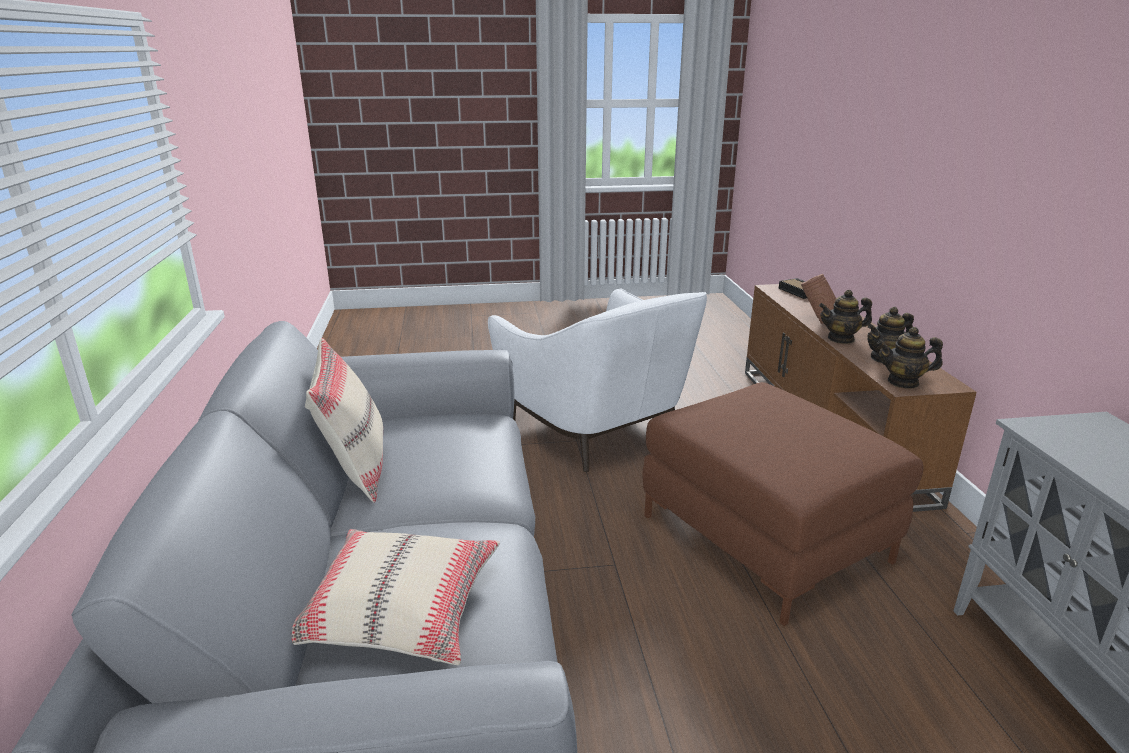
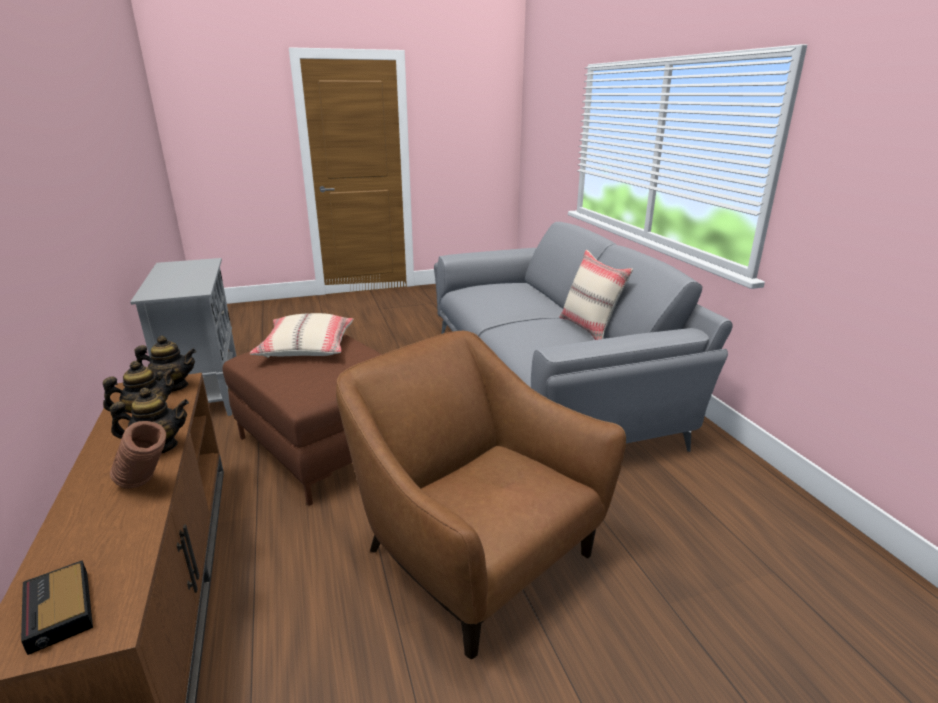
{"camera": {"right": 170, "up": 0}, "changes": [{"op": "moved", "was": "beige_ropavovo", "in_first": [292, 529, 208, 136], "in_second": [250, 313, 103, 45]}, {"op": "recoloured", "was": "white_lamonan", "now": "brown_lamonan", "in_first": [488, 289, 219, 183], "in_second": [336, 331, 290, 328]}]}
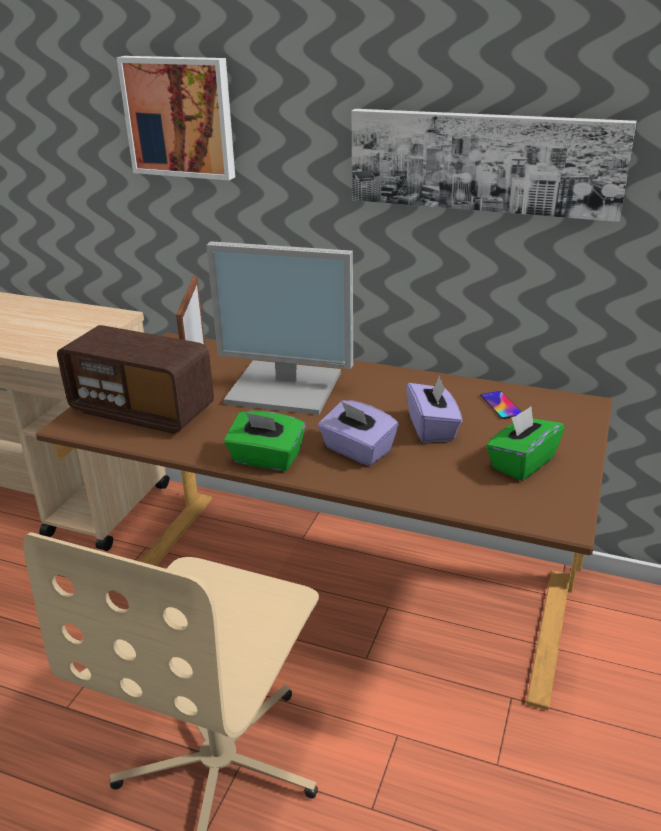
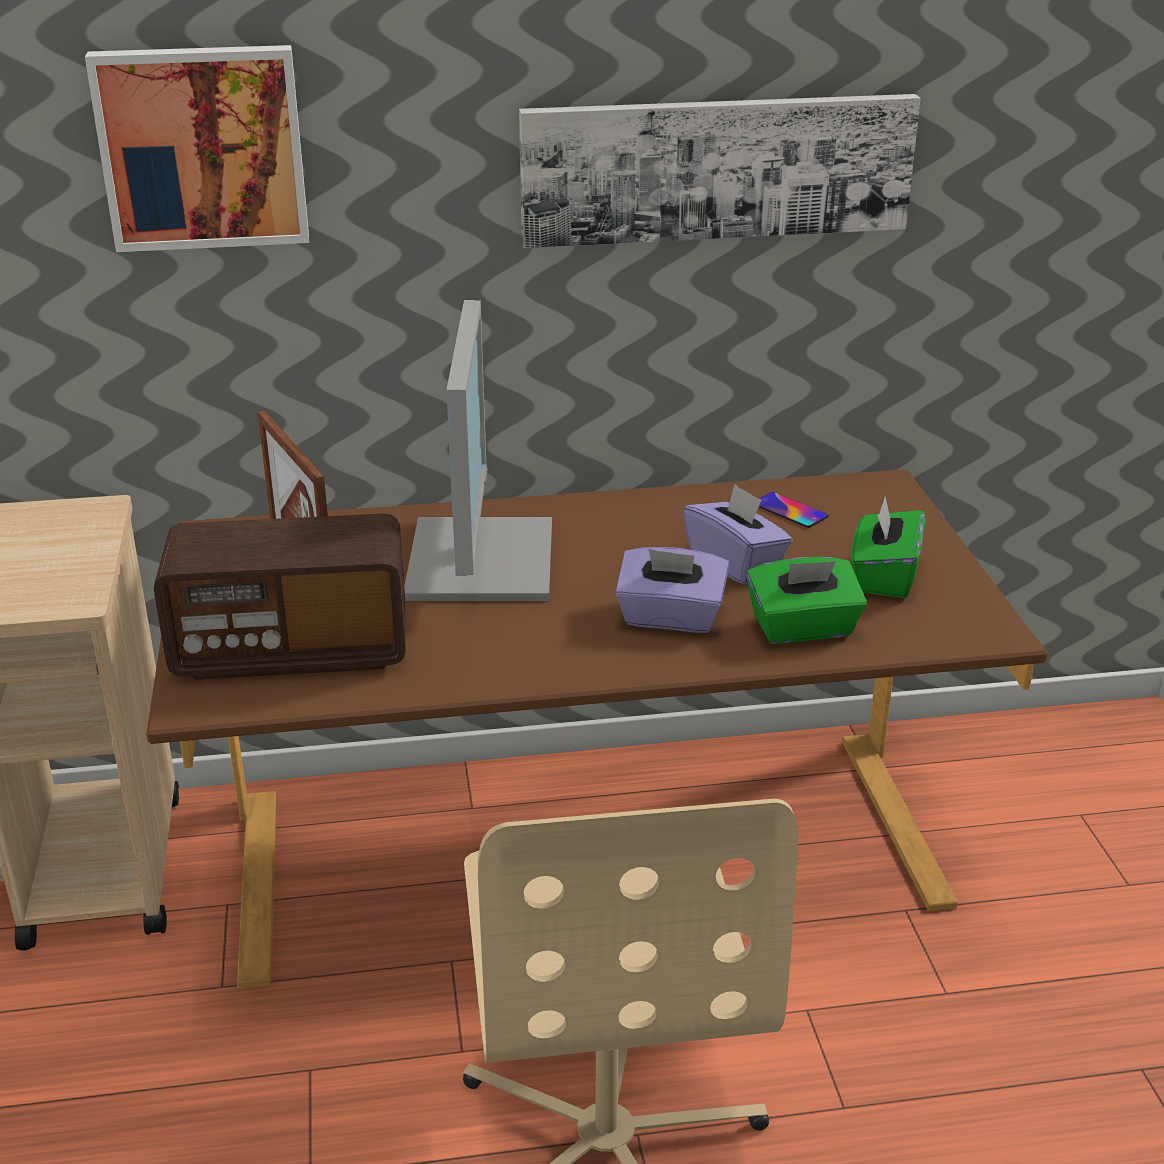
{"camera": {"right": -30, "up": 0}, "changes": [{"op": "turned", "was": "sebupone", "in_first": [206, 241, 147, 174], "in_second": [404, 300, 148, 301], "clockwise": -75}, {"op": "moved", "was": "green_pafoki", "in_first": [224, 411, 81, 60], "in_second": [746, 557, 121, 87]}]}
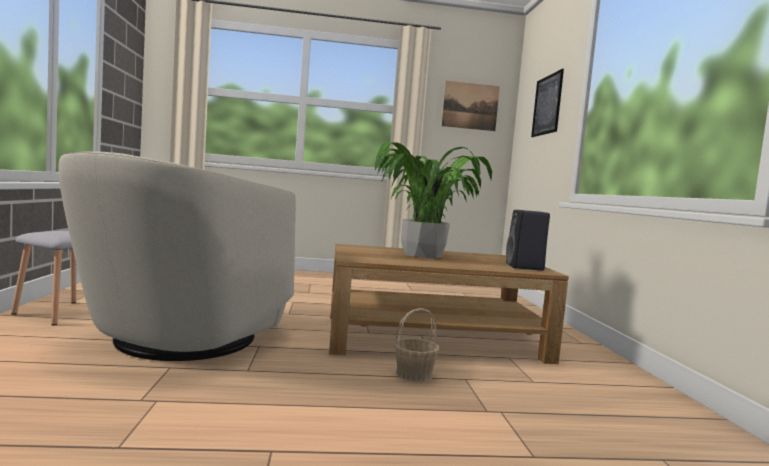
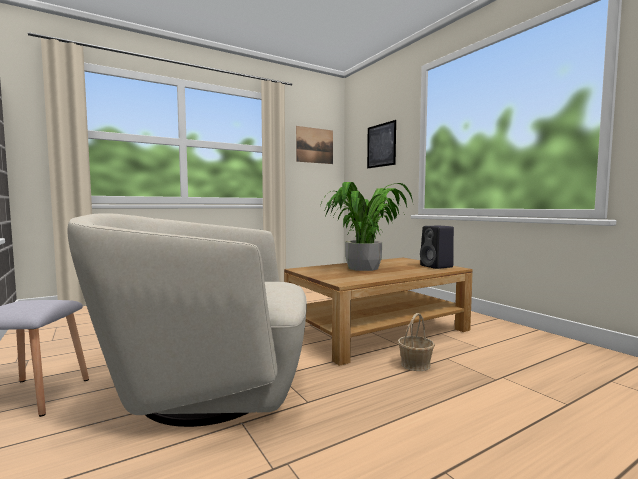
{"camera": {"right": -25, "up": 0}, "changes": [{"op": "turned", "was": "beige_lamonan", "in_first": [58, 151, 238, 210], "in_second": [68, 213, 239, 214], "clockwise": 90}]}
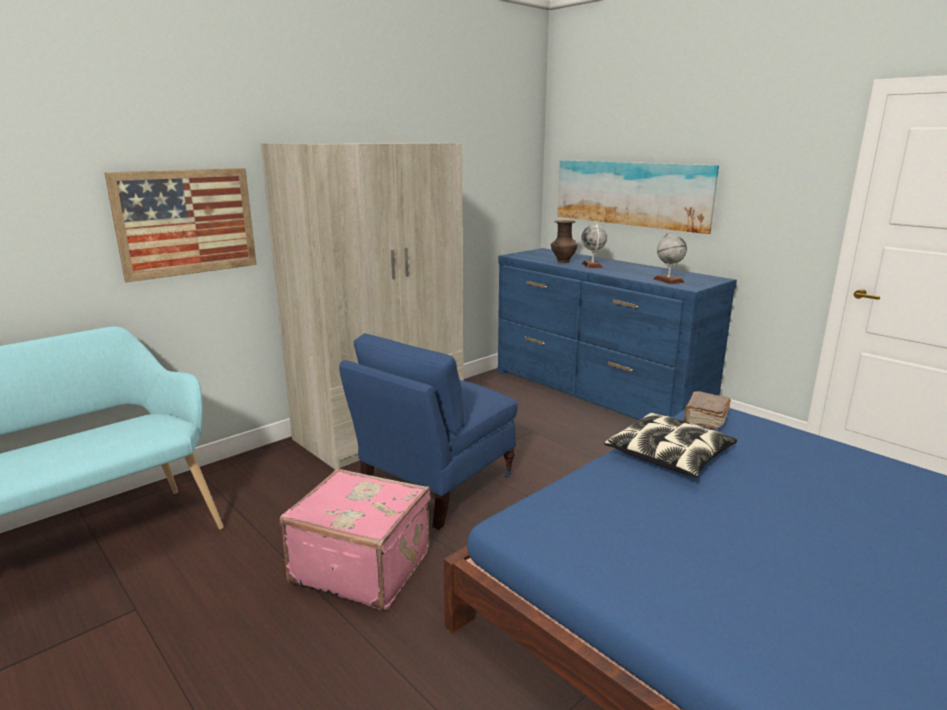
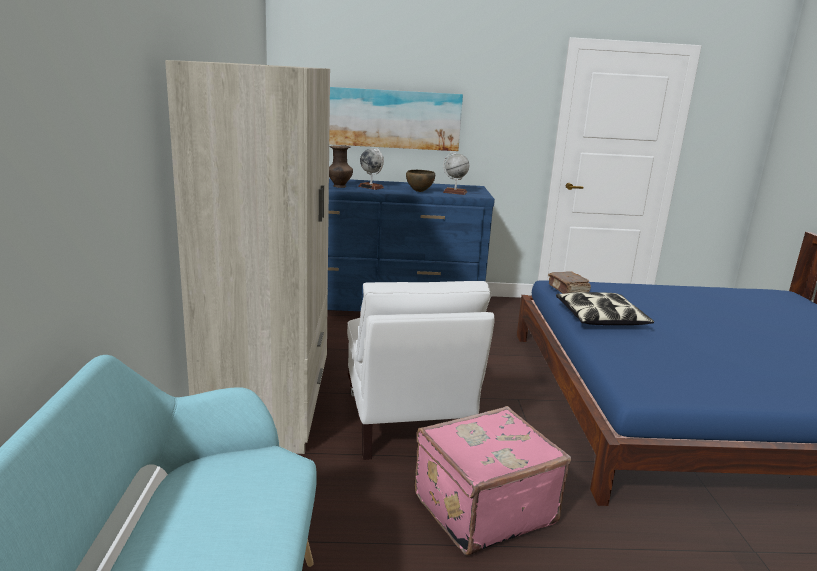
{"camera": {"right": -50, "up": 0}, "changes": [{"op": "removed", "was": "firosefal", "in_first": [104, 168, 153, 115]}, {"op": "recoloured", "was": "blue_lamonan", "now": "white_lamonan", "in_first": [339, 333, 179, 197], "in_second": [347, 281, 148, 179]}, {"op": "added", "now": "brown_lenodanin", "in_second": [406, 170, 29, 22]}]}
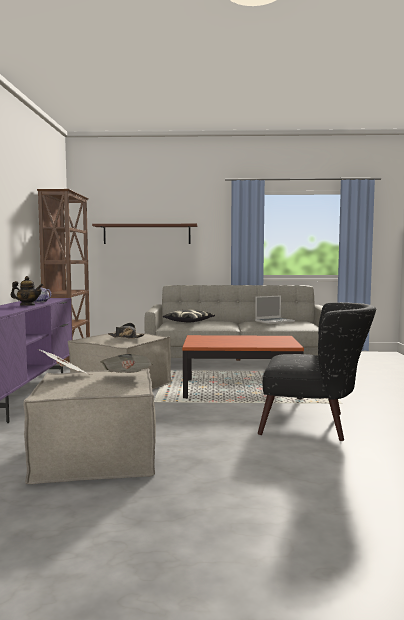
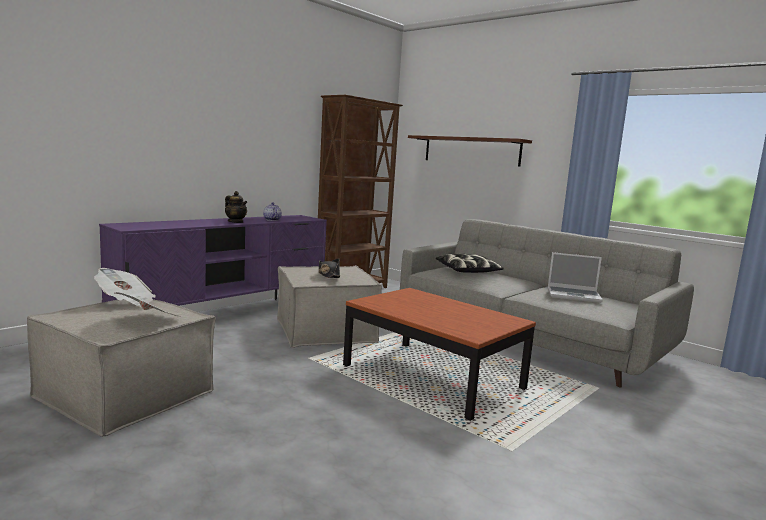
{"camera": {"right": 40, "up": 5}, "changes": [{"op": "removed", "was": "black_lamonan", "in_first": [258, 302, 118, 139]}]}
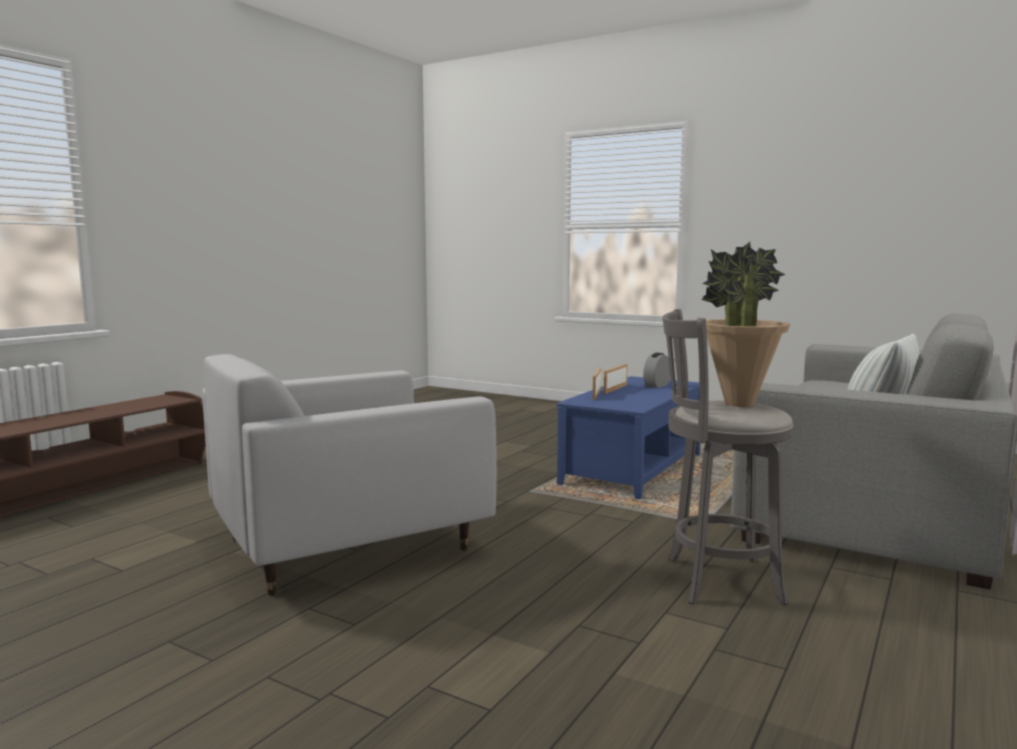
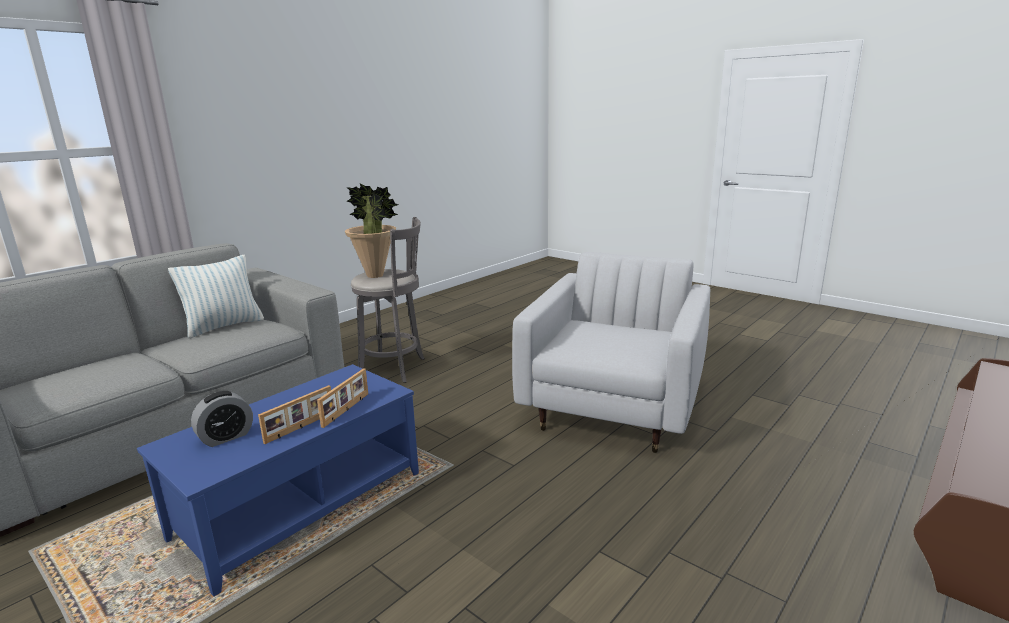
{"camera": {"right": -170, "up": 10}, "changes": [{"op": "turned", "was": "white_lamonan", "in_first": [202, 354, 295, 242], "in_second": [512, 252, 198, 201], "clockwise": -45}]}
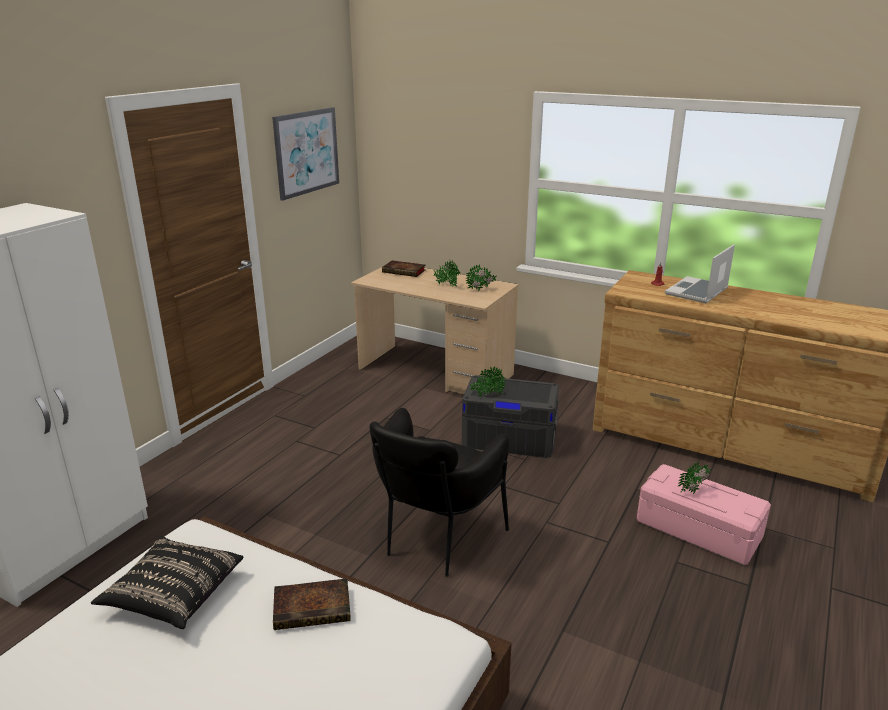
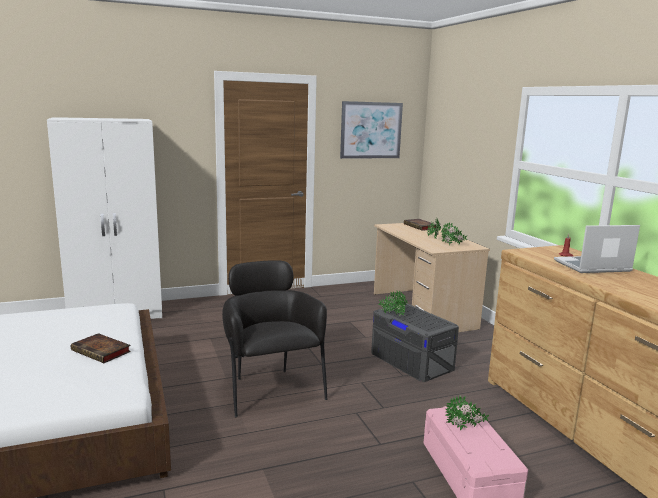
{"camera": {"right": 40, "up": -10}, "changes": [{"op": "removed", "was": "black_ropavovo", "in_first": [91, 536, 152, 93]}, {"op": "turned", "was": "black_lamonan", "in_first": [369, 408, 140, 169], "in_second": [222, 260, 105, 157], "clockwise": 90}]}
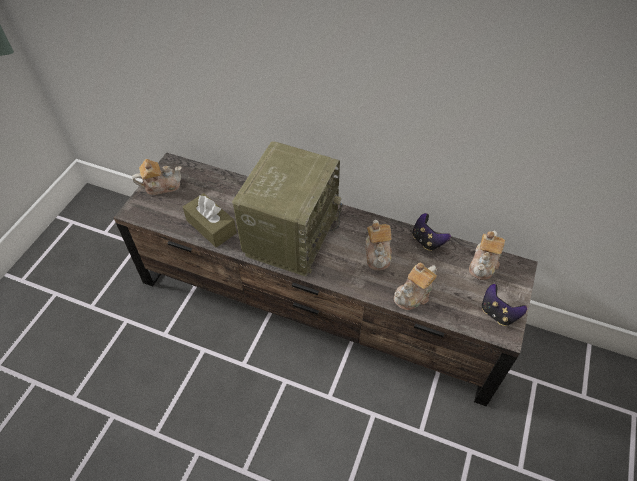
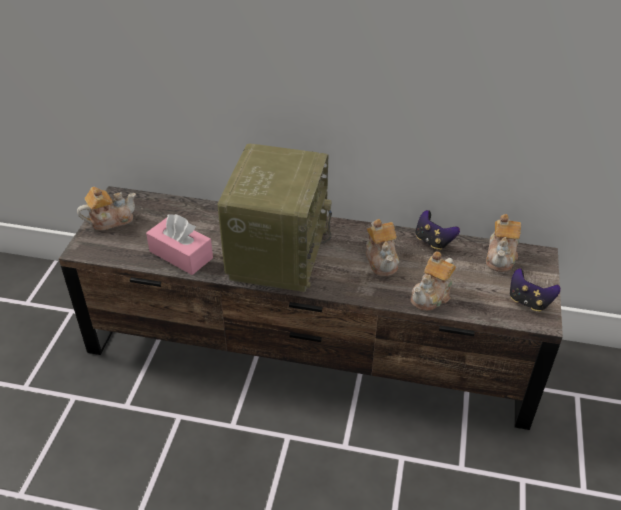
{"camera": {"right": -10, "up": -10}, "changes": [{"op": "recoloured", "was": "brown_pafoki", "now": "pink_pafoki", "in_first": [183, 193, 54, 55], "in_second": [146, 214, 67, 61]}]}
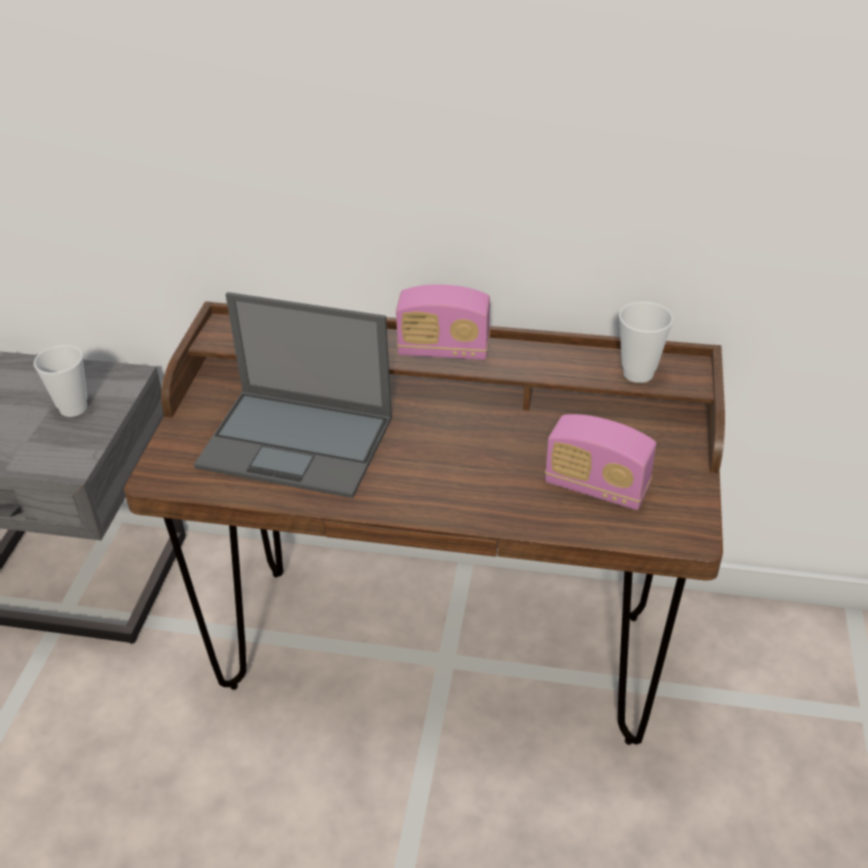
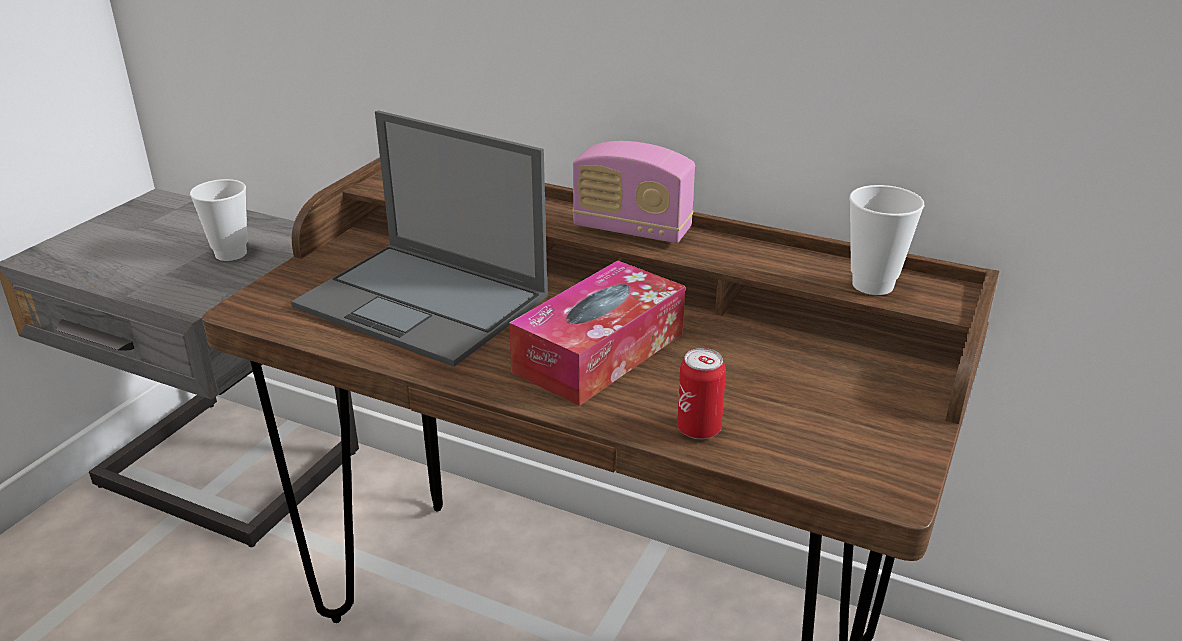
{"camera": {"right": 15, "up": -10}, "changes": [{"op": "removed", "was": "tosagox", "in_first": [545, 414, 111, 96]}, {"op": "added", "now": "pafoki", "in_second": [509, 261, 176, 145]}, {"op": "added", "now": "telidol", "in_second": [677, 348, 49, 91]}]}
